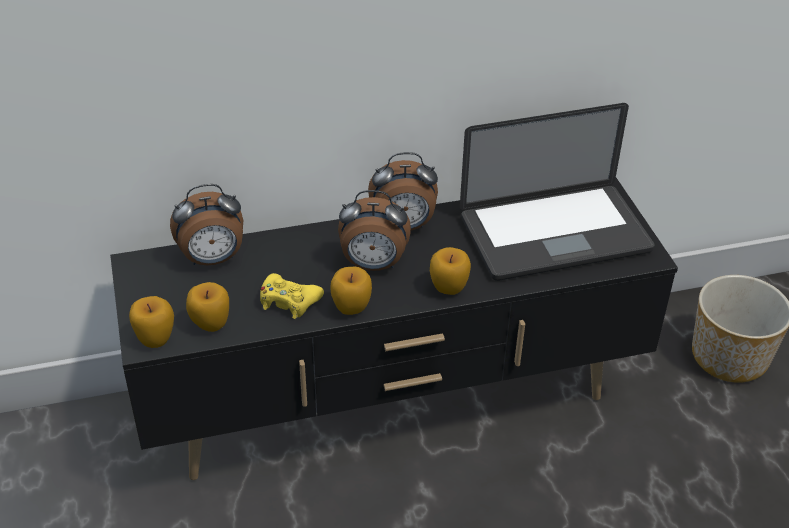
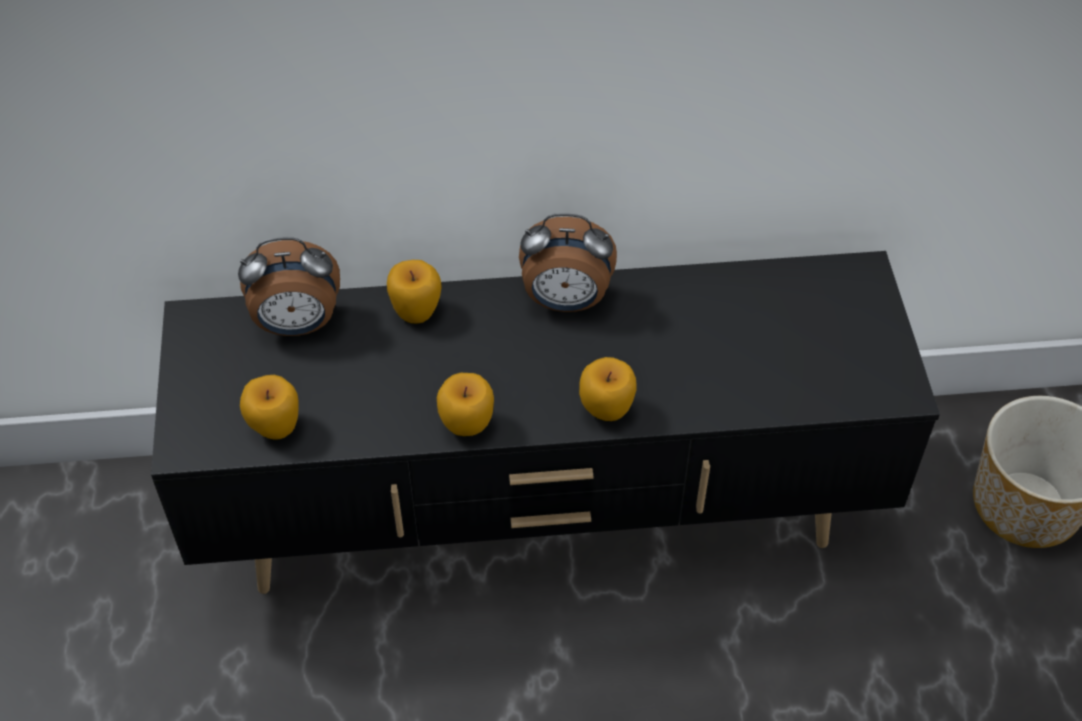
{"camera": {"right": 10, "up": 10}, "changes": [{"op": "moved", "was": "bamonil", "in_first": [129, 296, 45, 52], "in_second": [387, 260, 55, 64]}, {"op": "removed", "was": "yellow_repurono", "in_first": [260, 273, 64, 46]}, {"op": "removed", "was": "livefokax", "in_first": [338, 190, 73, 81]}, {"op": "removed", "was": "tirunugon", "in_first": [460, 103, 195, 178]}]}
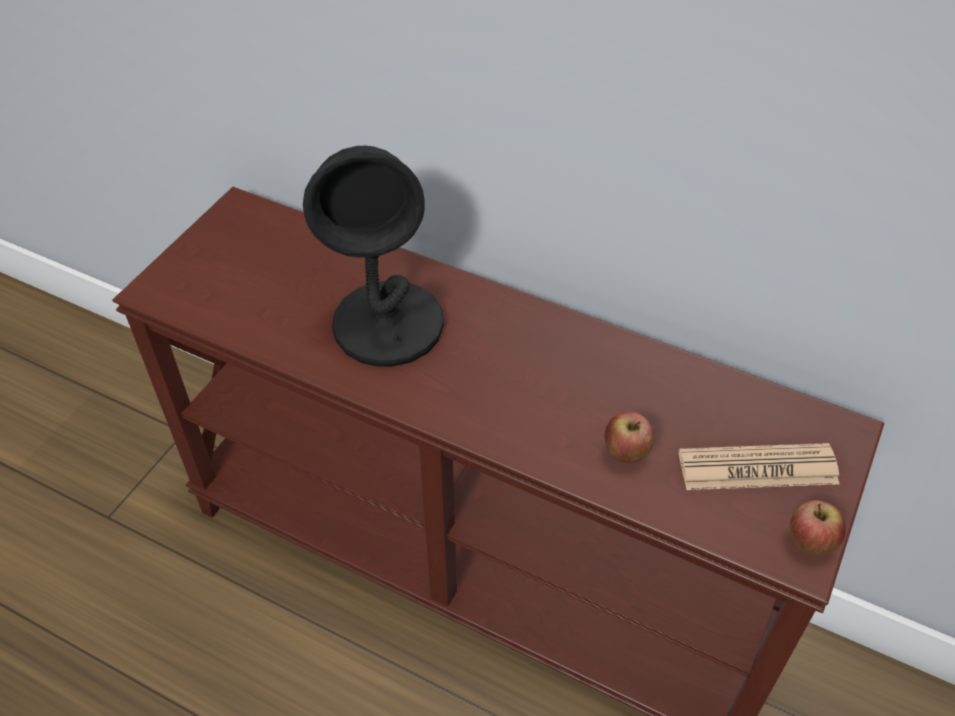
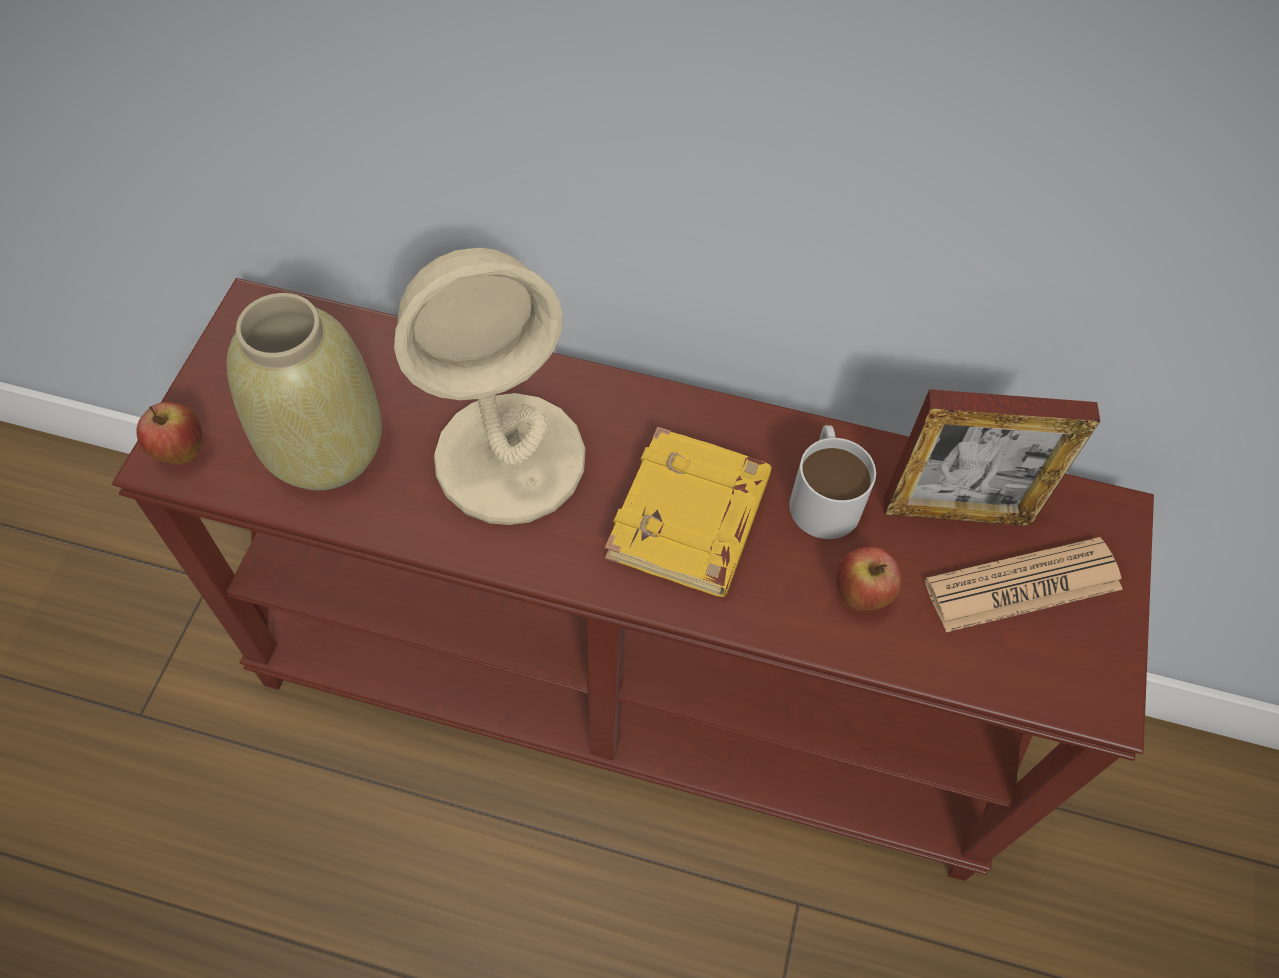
{"camera": {"right": -15, "up": 10}, "changes": [{"op": "recoloured", "was": "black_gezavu", "now": "beige_gezavu", "in_first": [303, 146, 141, 221], "in_second": [394, 248, 192, 277]}, {"op": "moved", "was": "bamonil", "in_first": [790, 500, 56, 55], "in_second": [137, 402, 65, 62]}, {"op": "added", "now": "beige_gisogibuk", "in_second": [226, 293, 156, 197]}, {"op": "added", "now": "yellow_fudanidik", "in_second": [605, 427, 167, 170]}, {"op": "added", "now": "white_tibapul", "in_second": [789, 425, 87, 114]}, {"op": "added", "now": "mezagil", "in_second": [884, 389, 216, 137]}]}
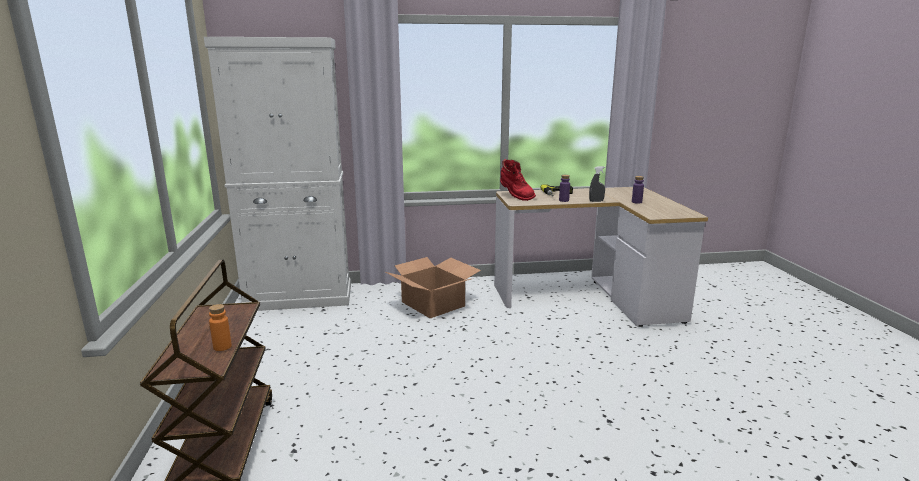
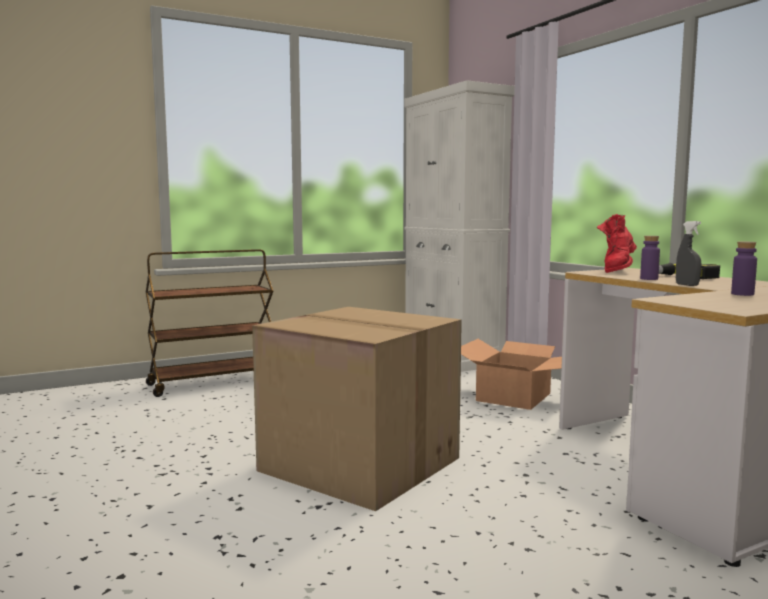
{"camera": {"right": 70, "up": -10}, "changes": [{"op": "removed", "was": "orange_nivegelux", "in_first": [209, 304, 23, 47]}, {"op": "added", "now": "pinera", "in_second": [252, 307, 210, 204]}]}
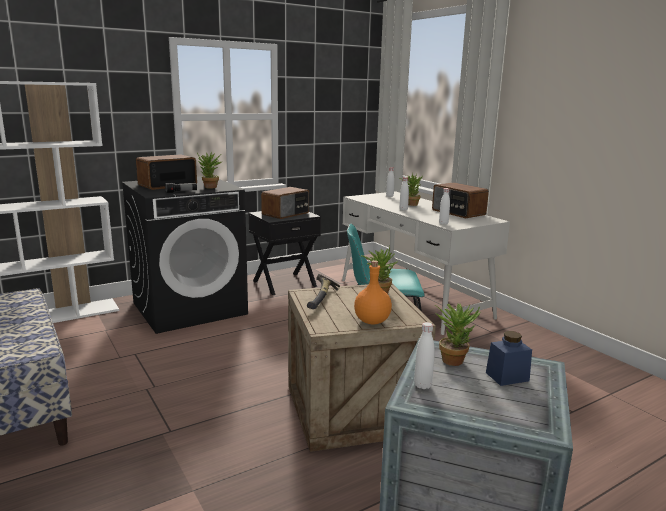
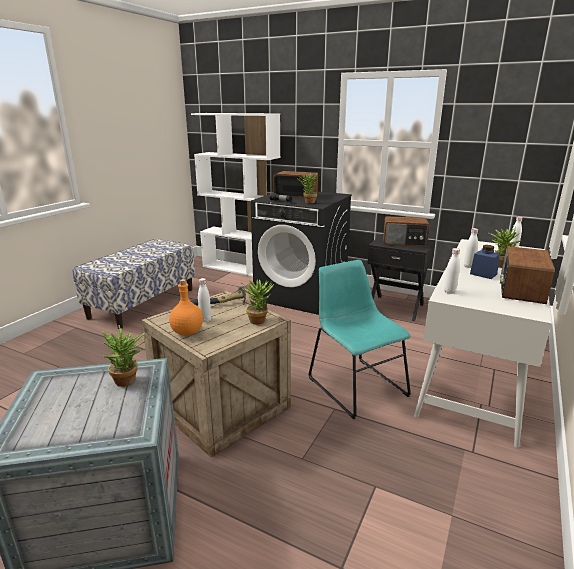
{"camera": {"right": 60, "up": 5}, "changes": [{"op": "moved", "was": "white_nivegelux", "in_first": [414, 322, 21, 67], "in_second": [198, 278, 13, 44]}, {"op": "moved", "was": "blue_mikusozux", "in_first": [486, 331, 46, 55], "in_second": [470, 245, 30, 34]}]}
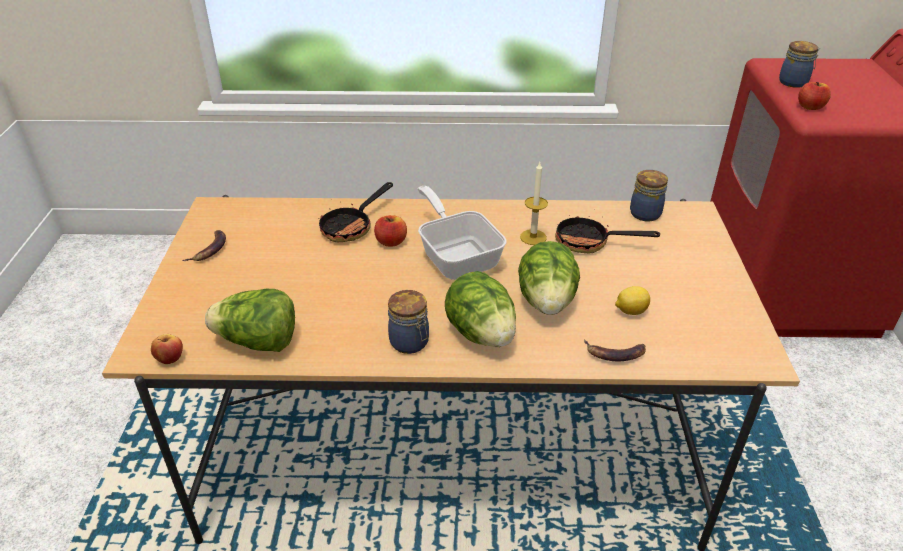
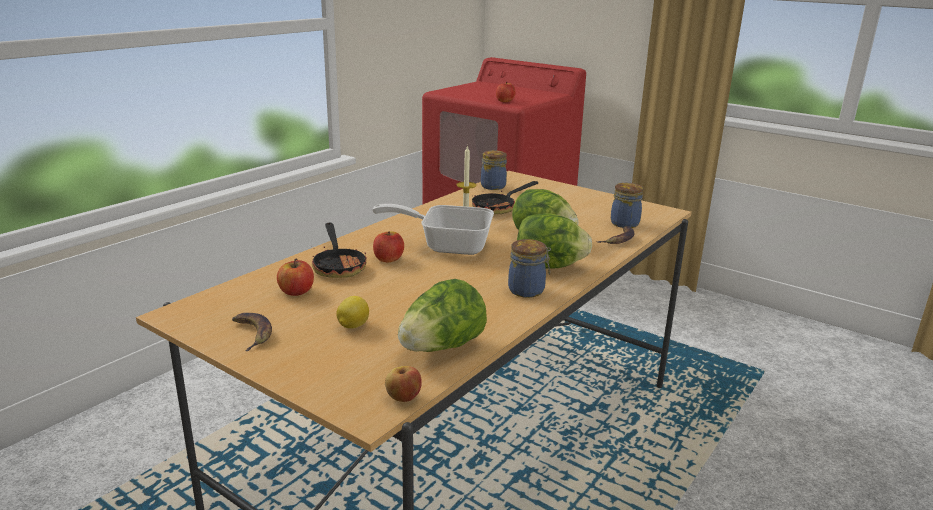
{"camera": {"right": -55, "up": -15}, "changes": [{"op": "moved", "was": "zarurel", "in_first": [615, 286, 35, 29], "in_second": [336, 296, 33, 33]}, {"op": "moved", "was": "mikusozux", "in_first": [779, 41, 41, 47], "in_second": [611, 183, 32, 45]}, {"op": "added", "now": "bamonil", "in_second": [277, 258, 37, 38]}]}
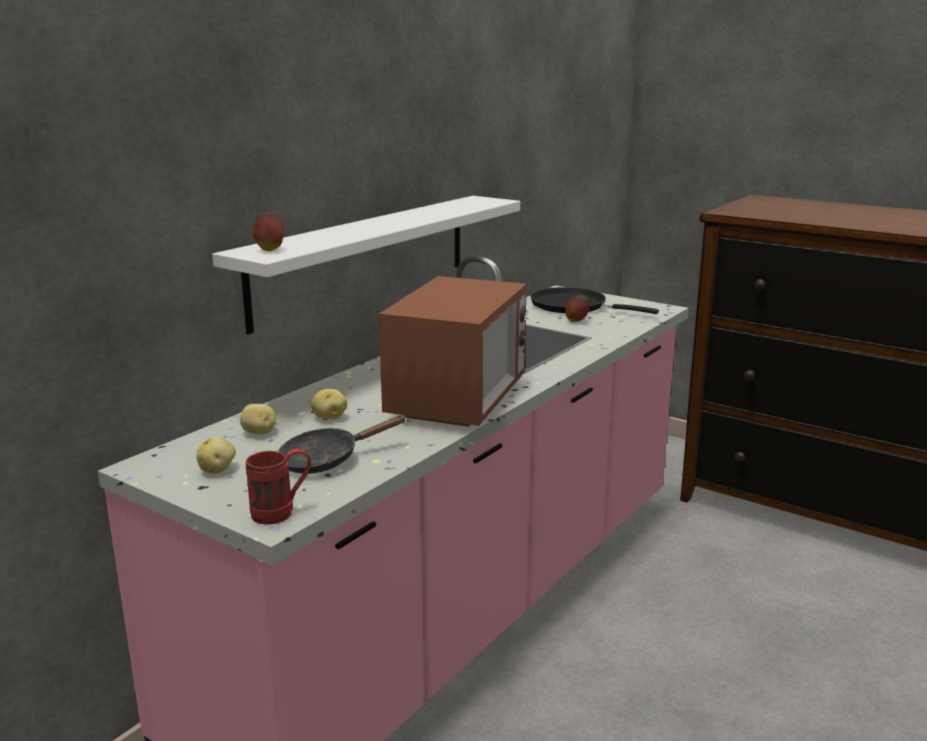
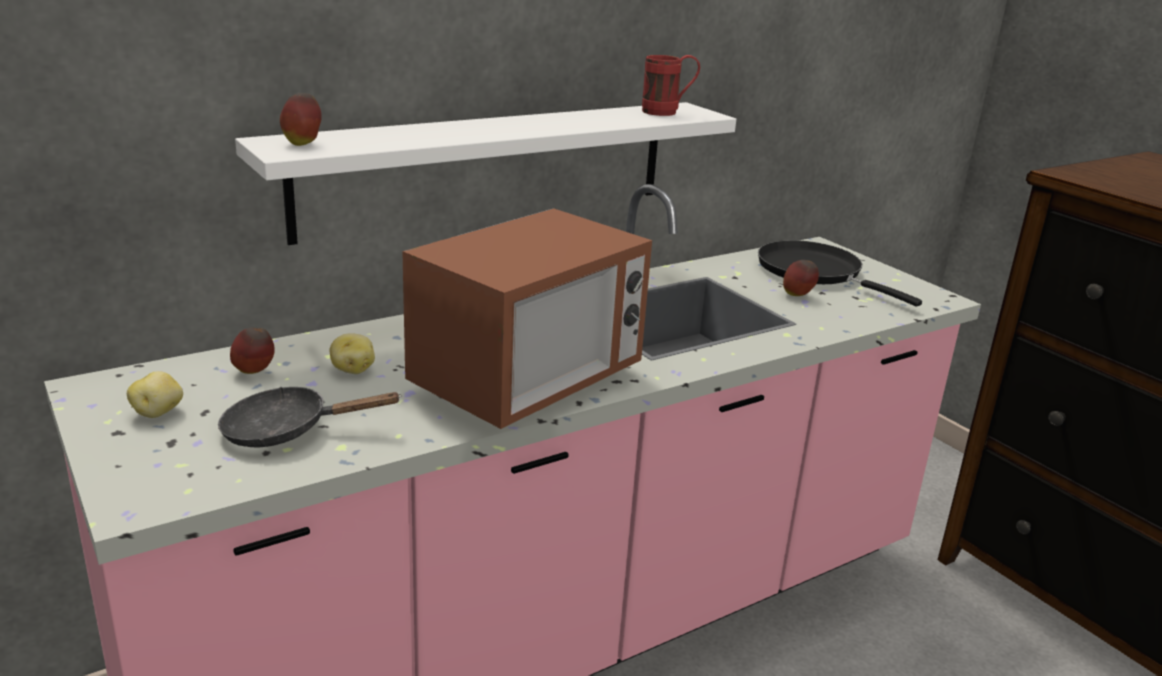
{"camera": {"right": 20, "up": 5}, "changes": [{"op": "replaced", "was": "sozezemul", "now": "bamonil", "in_first": [240, 404, 36, 31], "in_second": [230, 328, 45, 46]}, {"op": "moved", "was": "red_tibapul", "in_first": [246, 449, 65, 76], "in_second": [642, 55, 58, 61]}]}
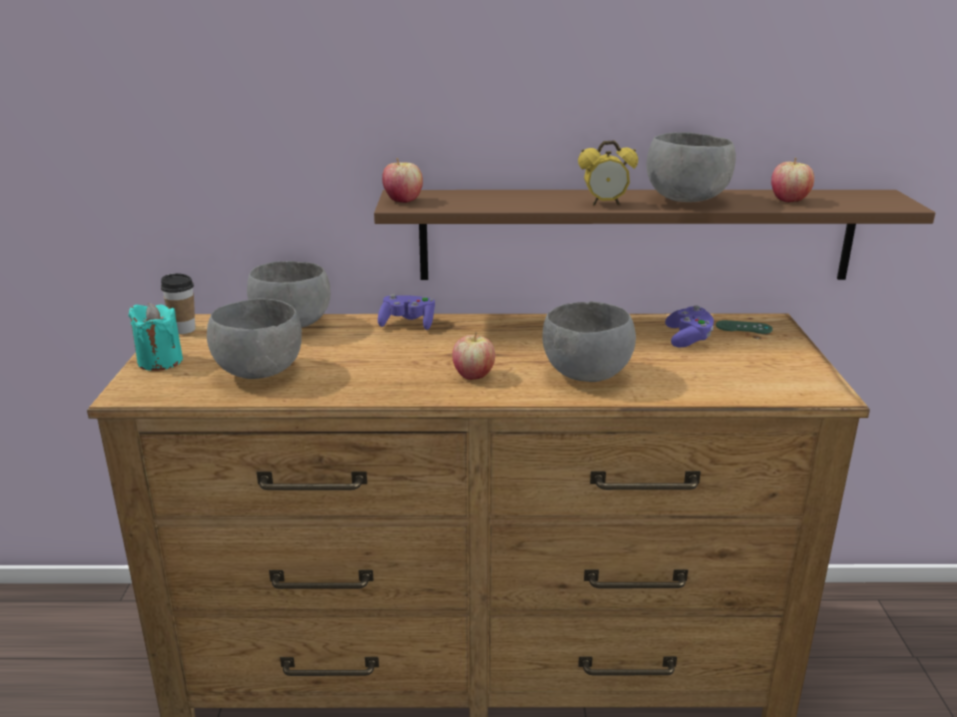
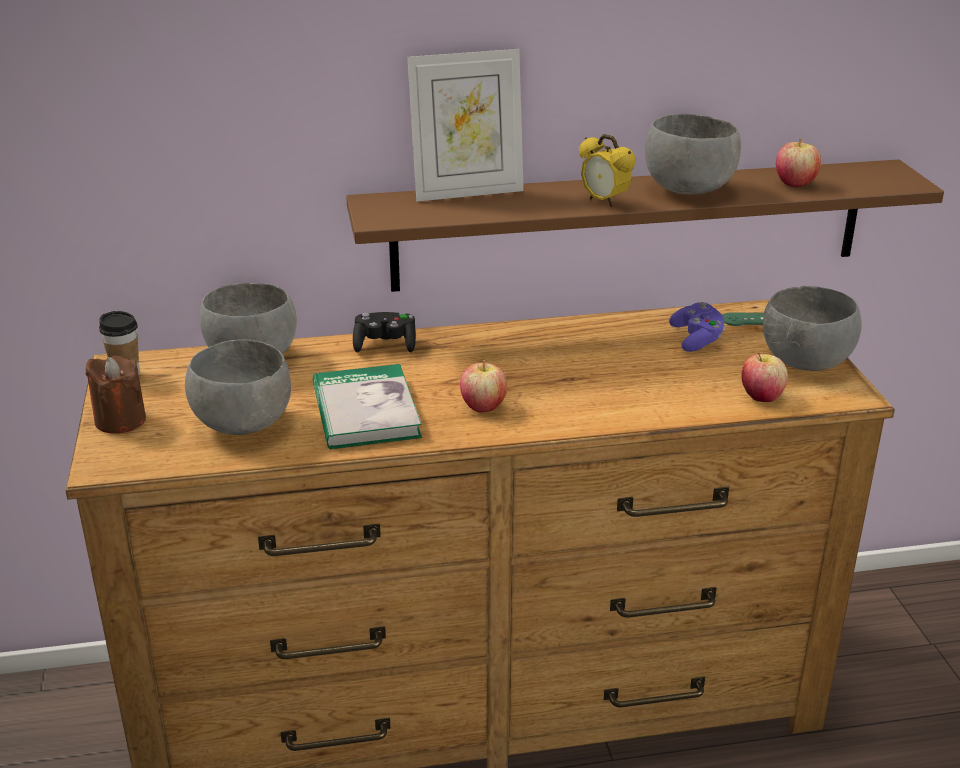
{"camera": {"right": -10, "up": 5}, "changes": [{"op": "recoloured", "was": "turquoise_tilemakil", "now": "brown_tilemakil", "in_first": [128, 303, 55, 68], "in_second": [86, 355, 60, 79]}, {"op": "recoloured", "was": "purple_repurono", "now": "black_repurono", "in_first": [378, 294, 57, 36], "in_second": [353, 312, 63, 41]}, {"op": "moved", "was": "bamonil", "in_first": [382, 158, 41, 45], "in_second": [741, 352, 47, 50]}, {"op": "moved", "was": "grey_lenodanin", "in_first": [542, 302, 94, 80], "in_second": [763, 286, 98, 85]}, {"op": "turned", "was": "livefokax", "in_first": [578, 140, 60, 66], "in_second": [579, 134, 57, 73], "clockwise": 60}, {"op": "added", "now": "fudanidik", "in_second": [313, 364, 109, 86]}, {"op": "added", "now": "mezagil", "in_second": [407, 49, 117, 153]}]}
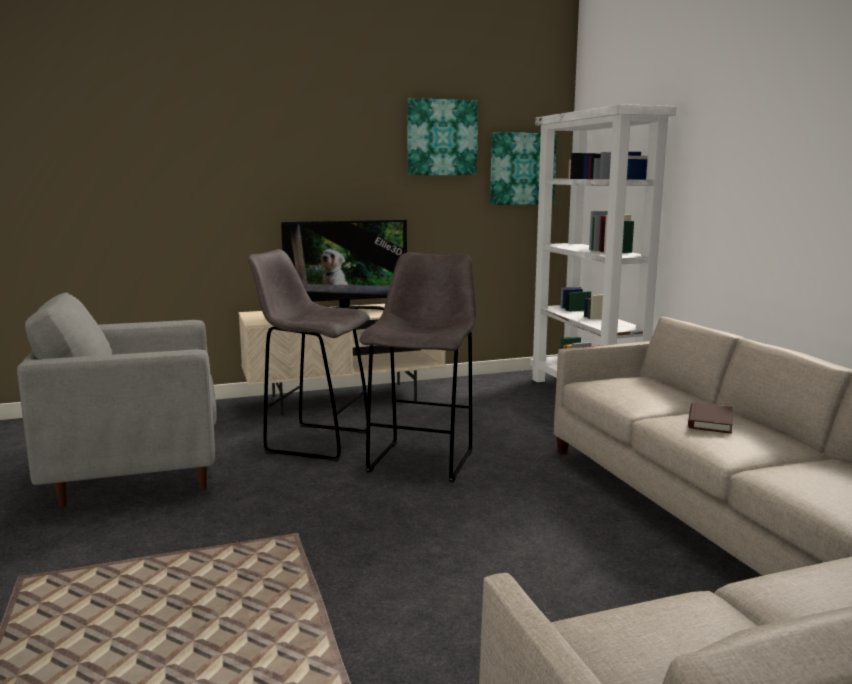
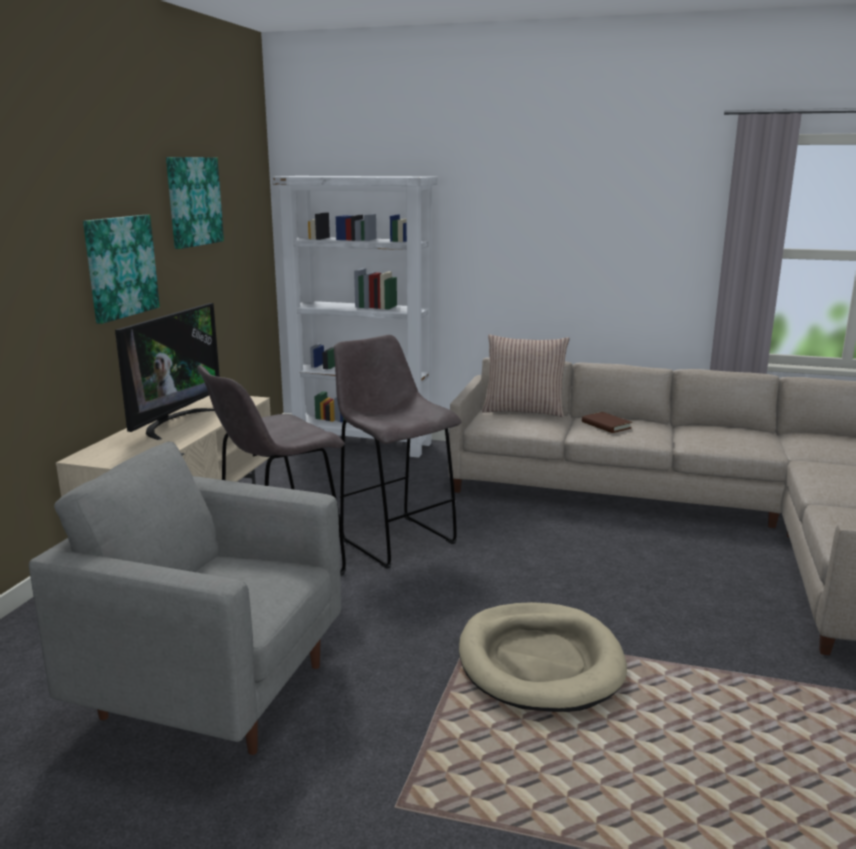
{"camera": {"right": -55, "up": 5}, "changes": [{"op": "turned", "was": "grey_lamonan", "in_first": [17, 293, 200, 215], "in_second": [29, 442, 312, 313], "clockwise": 90}, {"op": "moved", "was": "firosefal", "in_first": [490, 132, 67, 73], "in_second": [83, 215, 77, 109]}, {"op": "added", "now": "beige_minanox", "in_second": [459, 602, 168, 110]}, {"op": "added", "now": "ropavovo", "in_second": [482, 335, 88, 82]}]}
